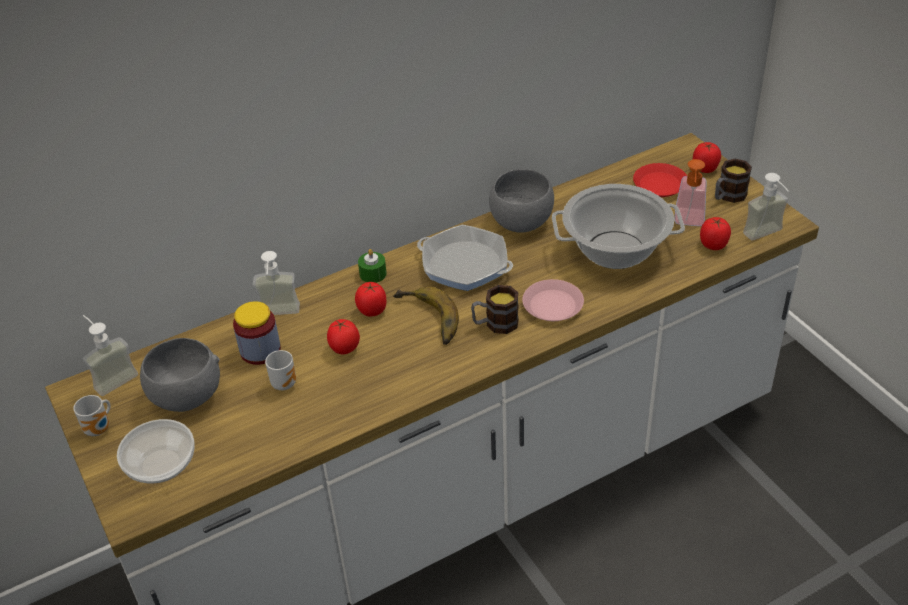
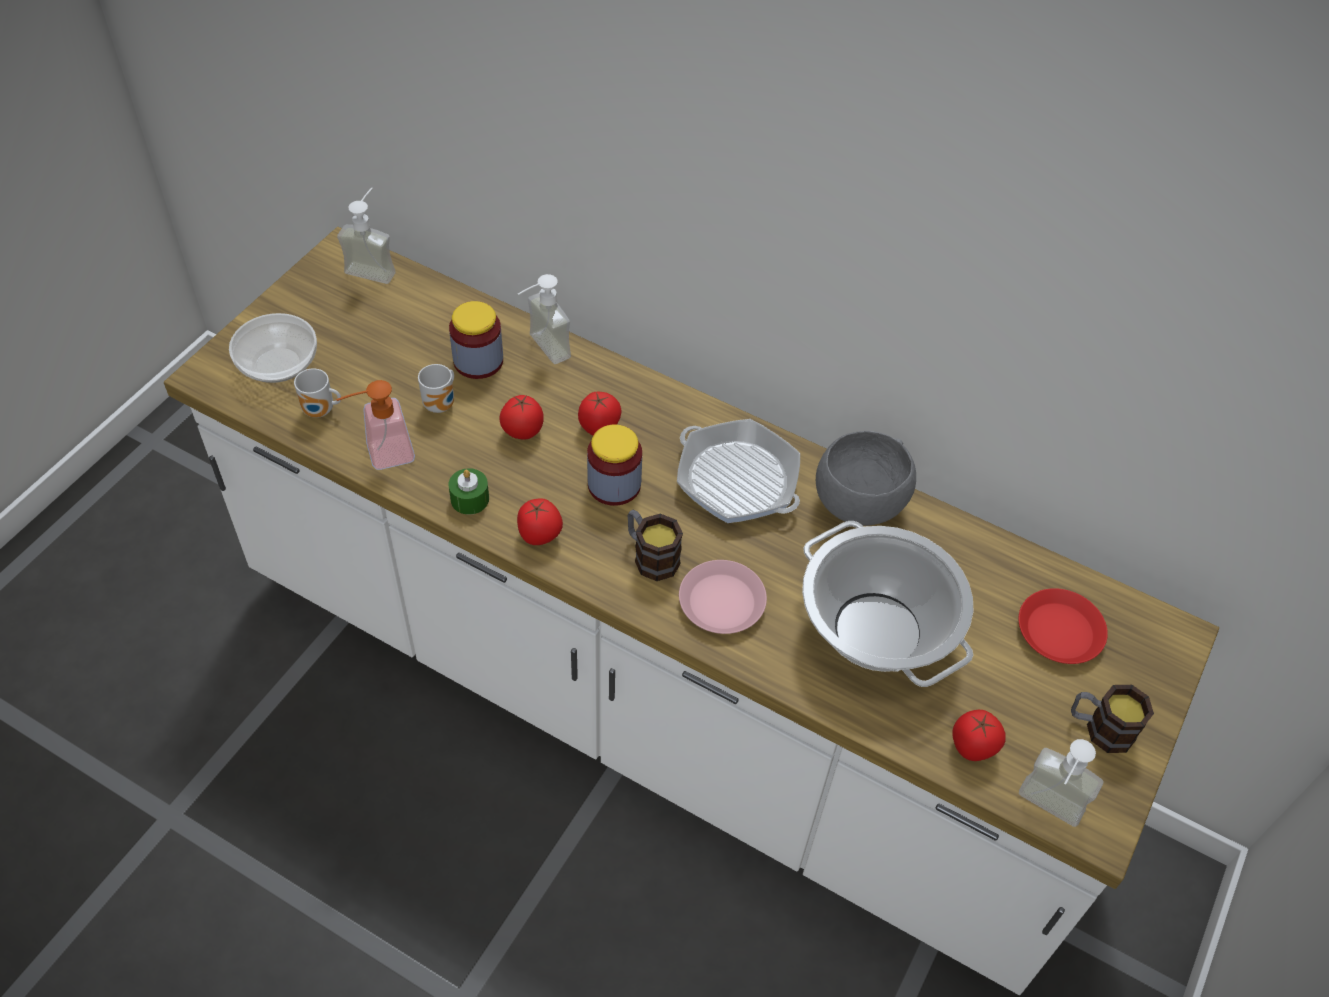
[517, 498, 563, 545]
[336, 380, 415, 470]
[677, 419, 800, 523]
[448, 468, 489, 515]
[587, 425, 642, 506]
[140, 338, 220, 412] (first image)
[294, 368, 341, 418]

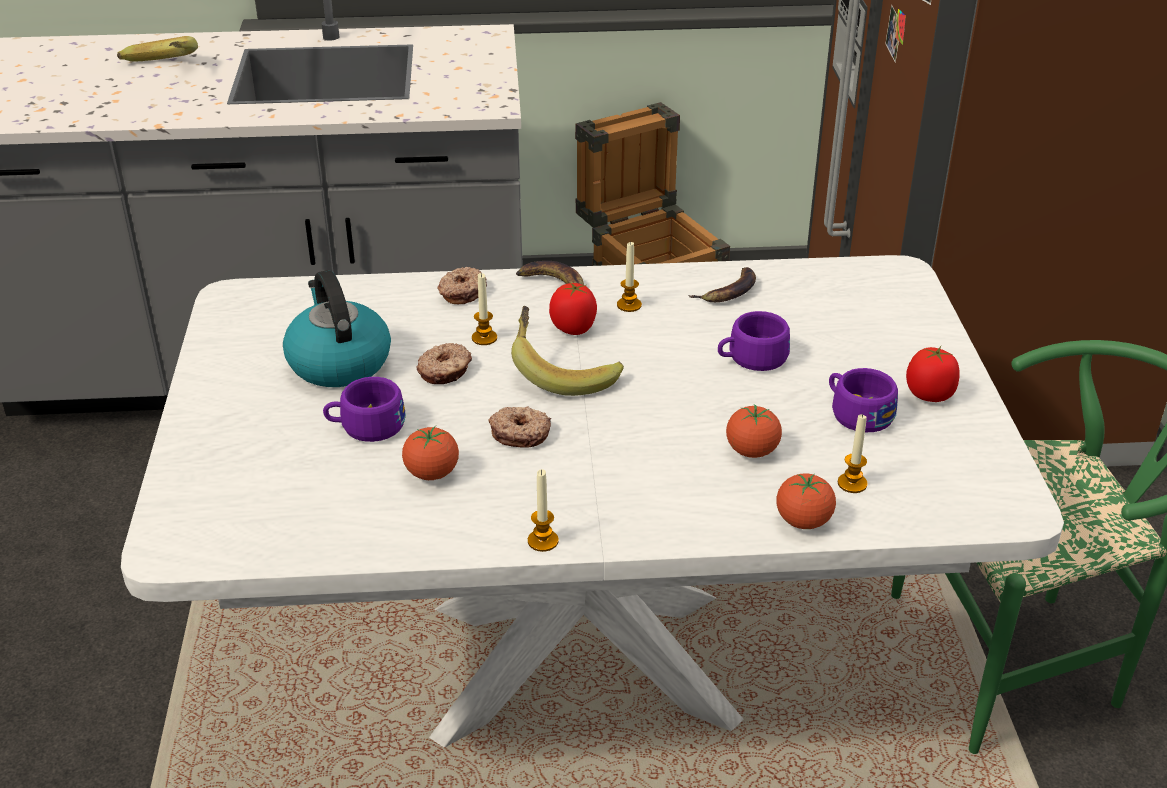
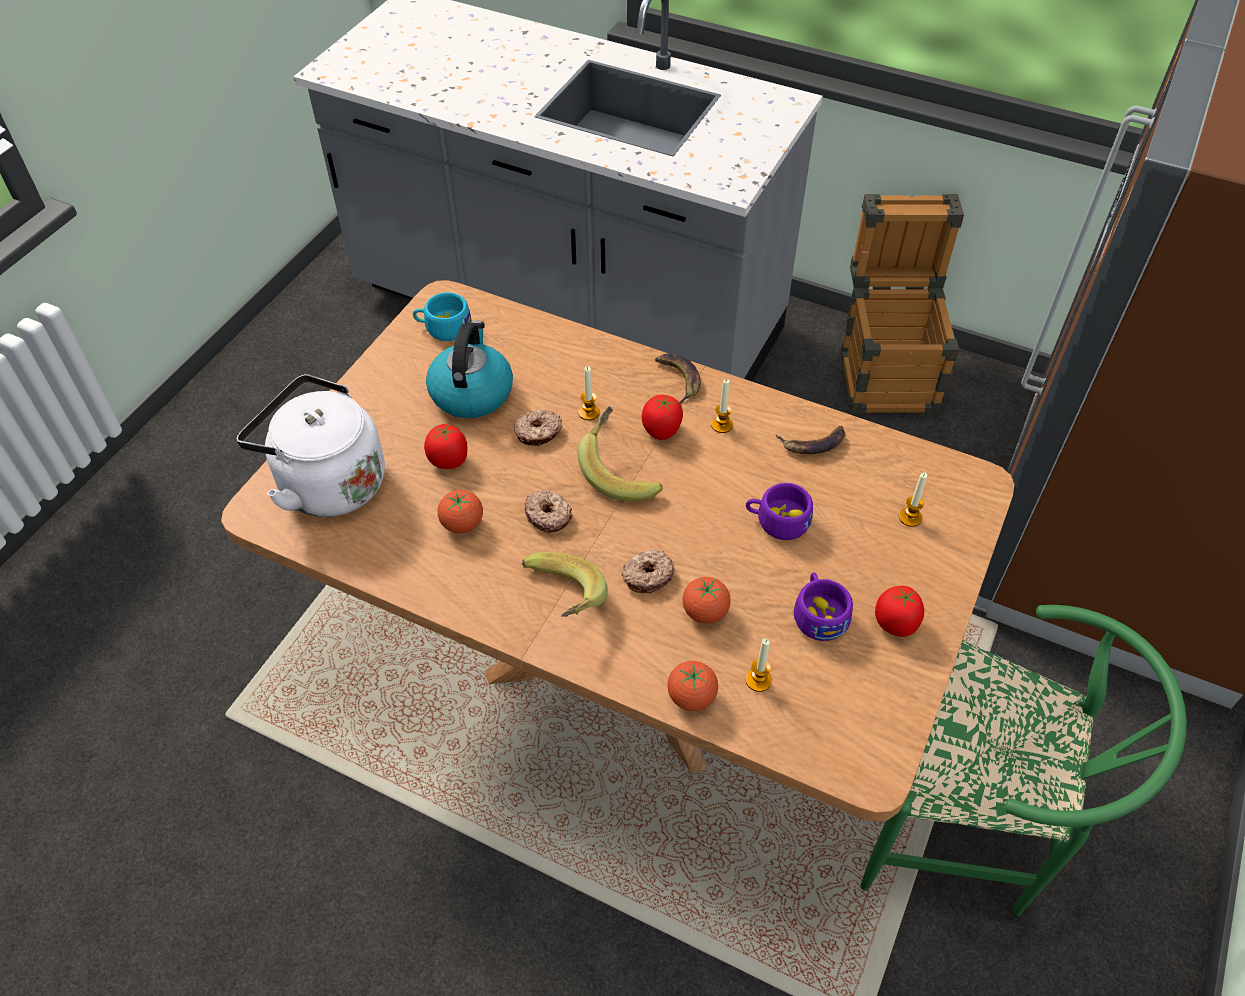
[522, 552, 608, 617]
[221, 280, 1015, 822]
[621, 549, 674, 593]
[424, 423, 467, 469]
[899, 472, 928, 527]
[413, 292, 472, 341]
[237, 374, 385, 517]

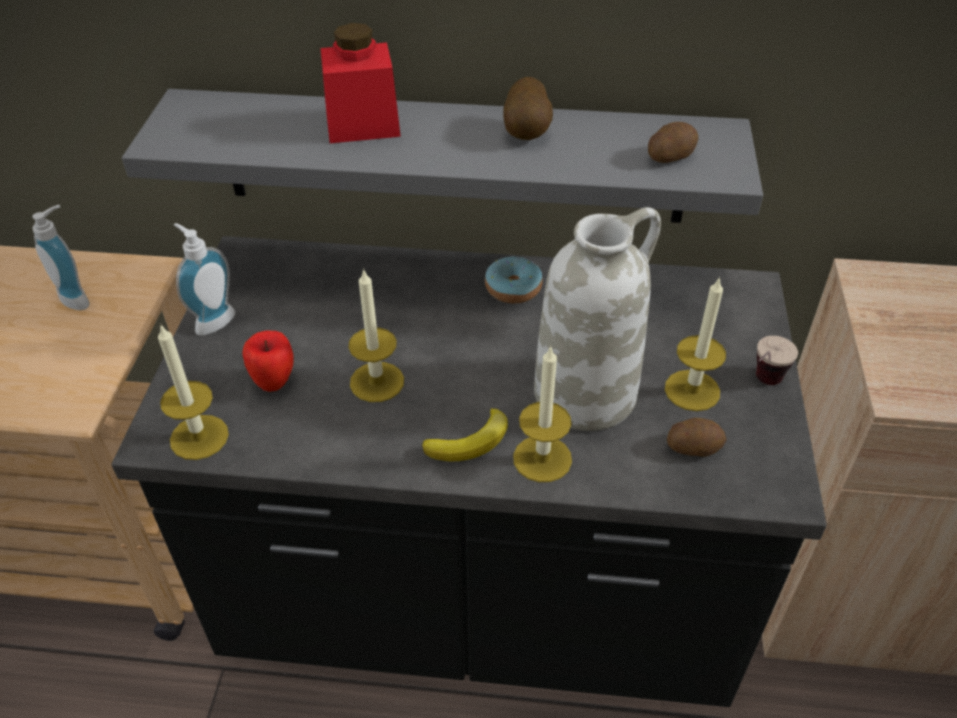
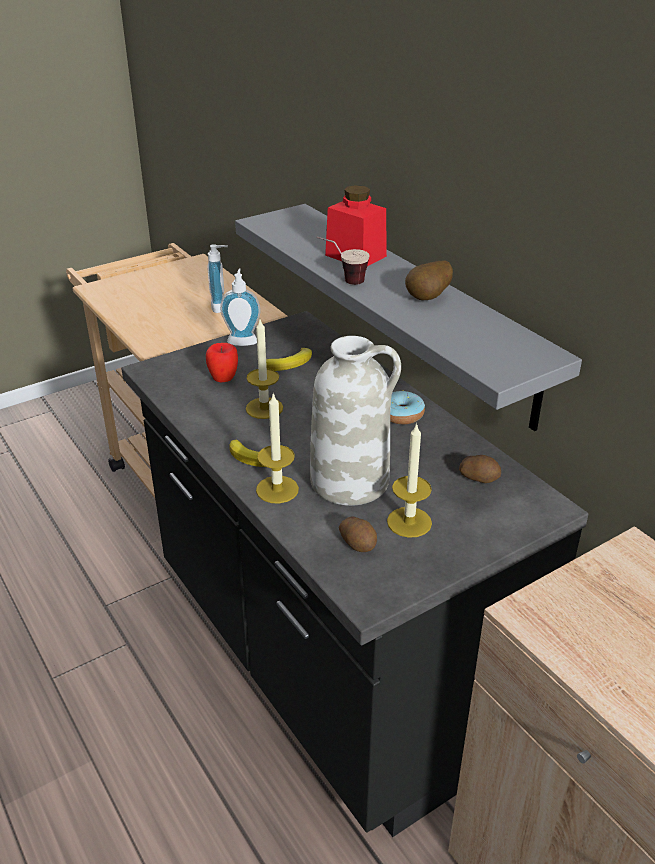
[459, 455, 501, 483]
[158, 325, 229, 460] (first image)
[317, 237, 370, 285]
[266, 348, 312, 371]

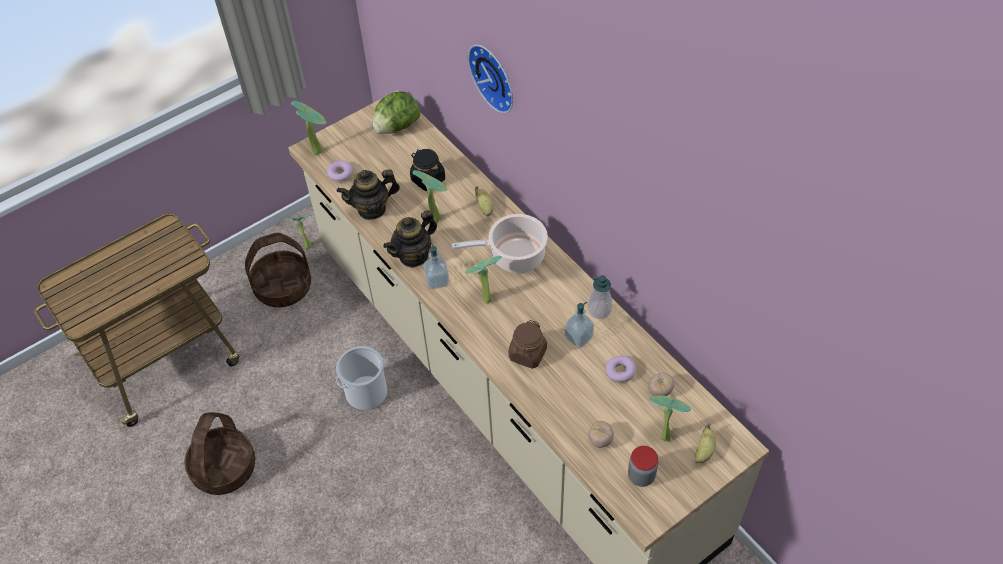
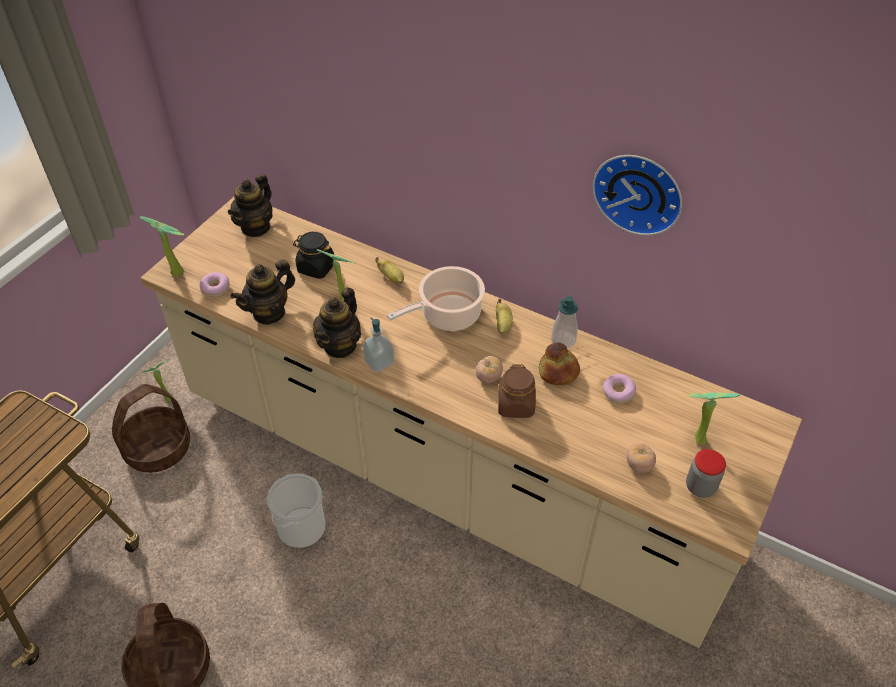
[592, 155, 682, 236]
[228, 174, 273, 237]
[465, 256, 502, 304] (first image)
[539, 342, 580, 385]
[476, 356, 503, 383]
[496, 299, 513, 335]

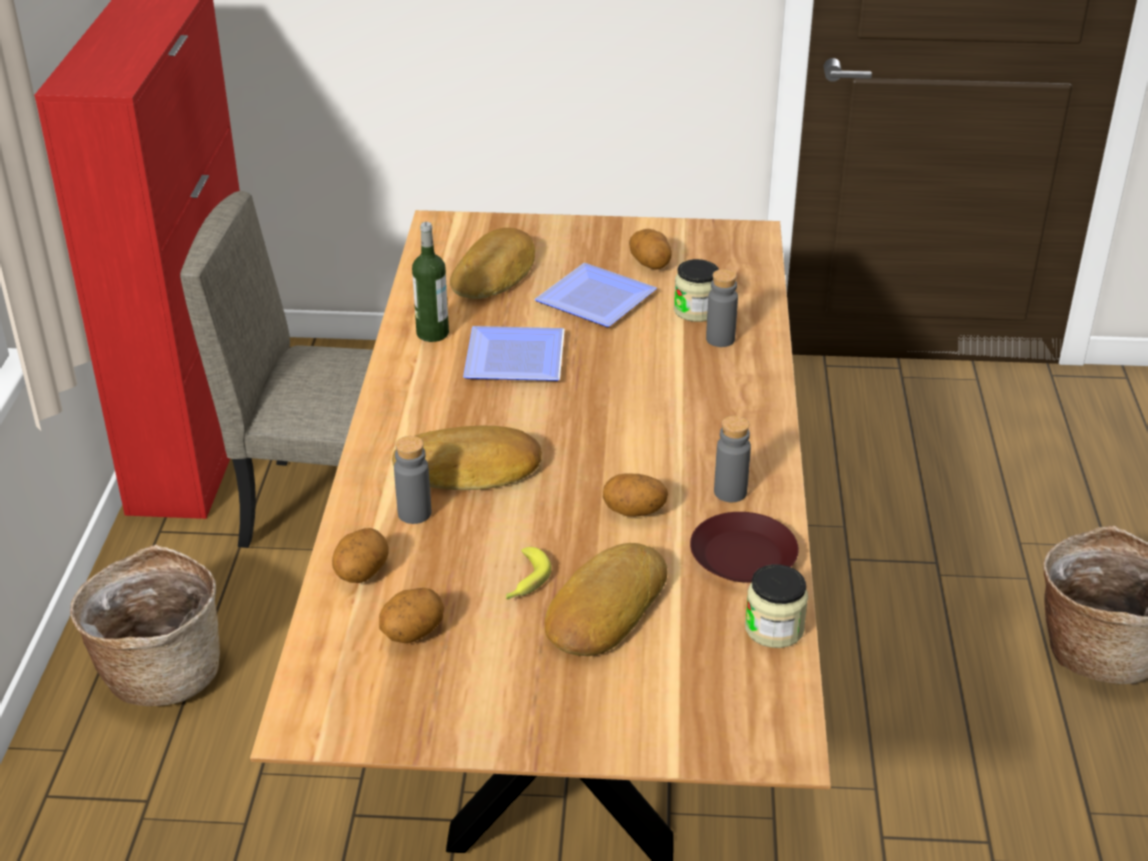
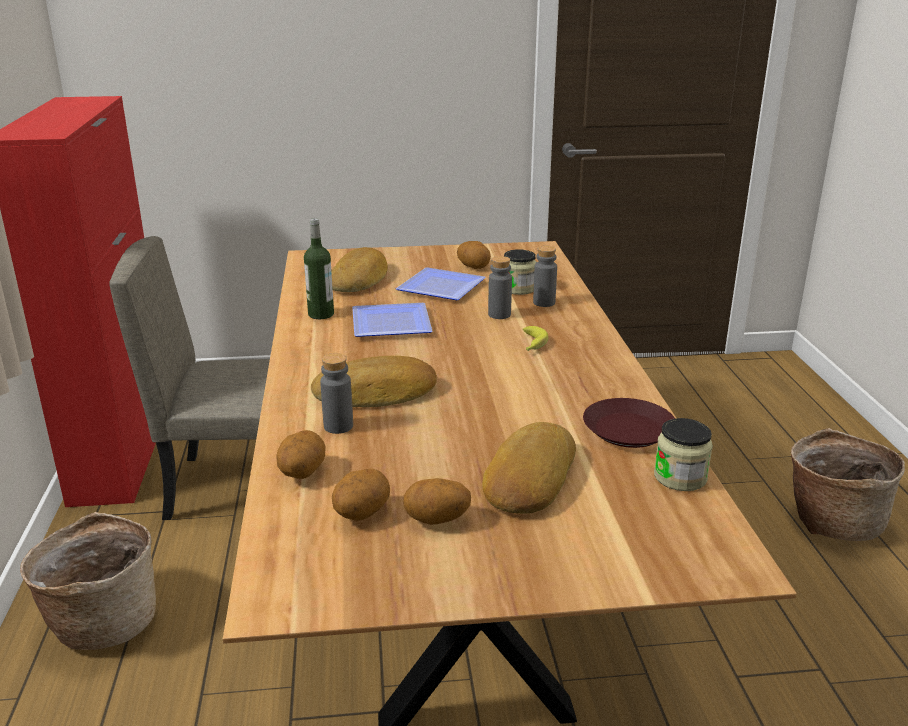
[488, 256, 512, 319]
[403, 478, 471, 525]
[523, 326, 548, 351]

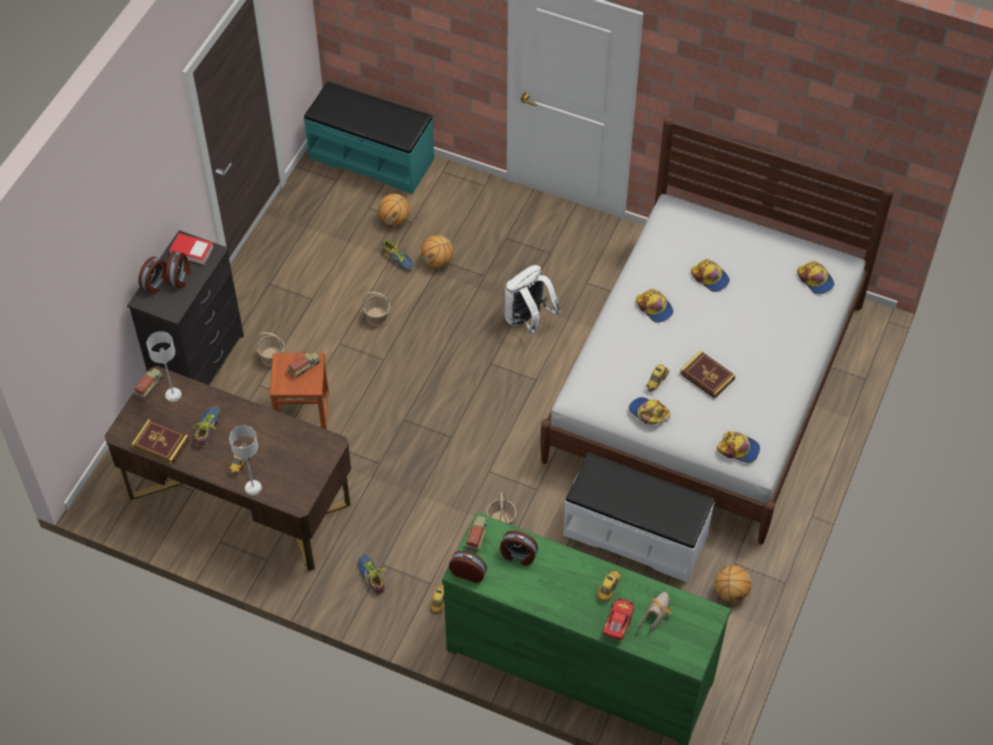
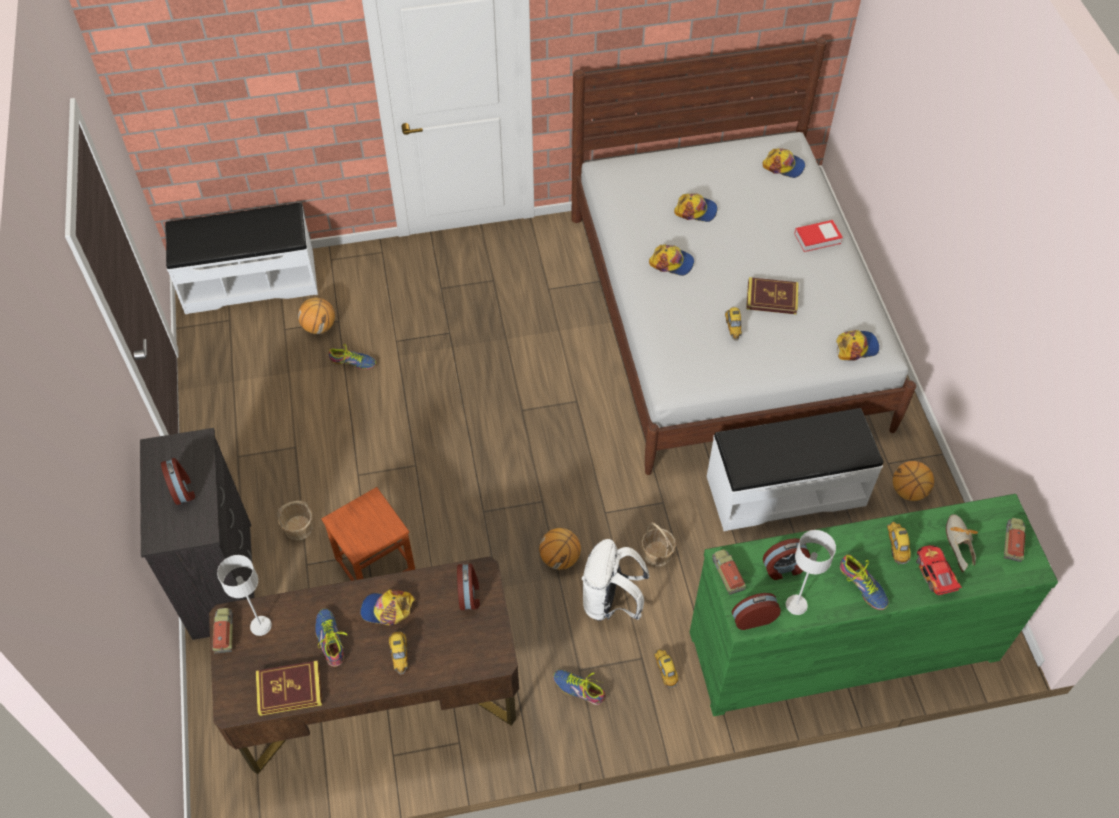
[165, 203, 318, 314]
[794, 220, 843, 252]
[539, 528, 581, 570]
[457, 564, 480, 610]
[582, 539, 649, 621]
[363, 292, 390, 326] (first image)
[1004, 518, 1026, 562]
[360, 589, 415, 625]
[786, 530, 836, 615]
[840, 555, 889, 610]

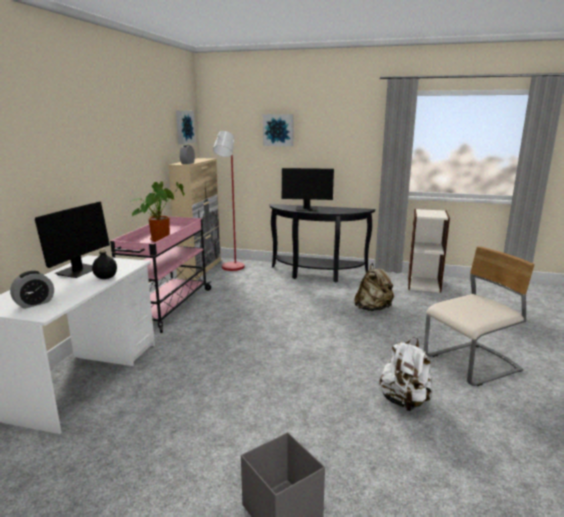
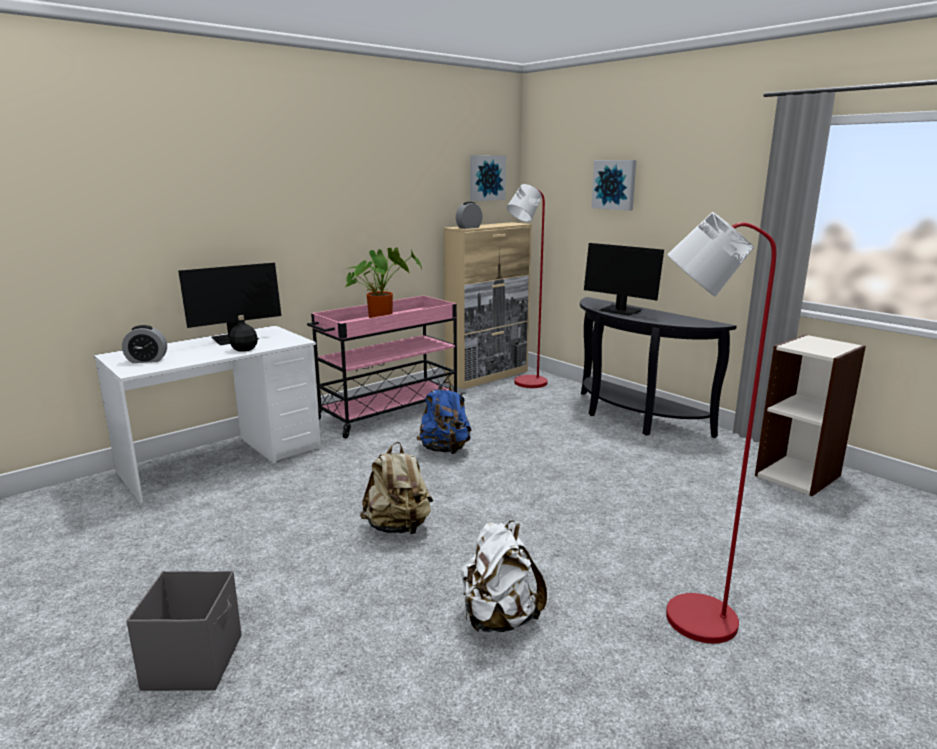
[666, 212, 777, 644]
[360, 442, 433, 535]
[417, 382, 472, 454]

